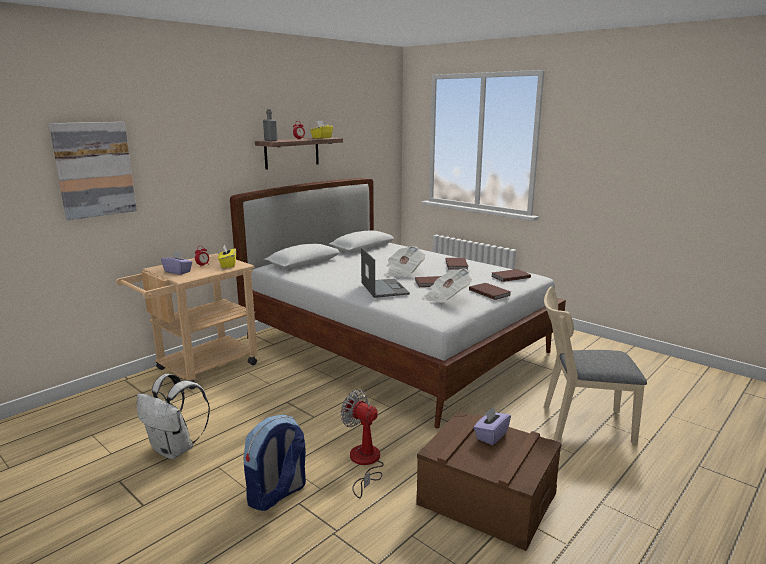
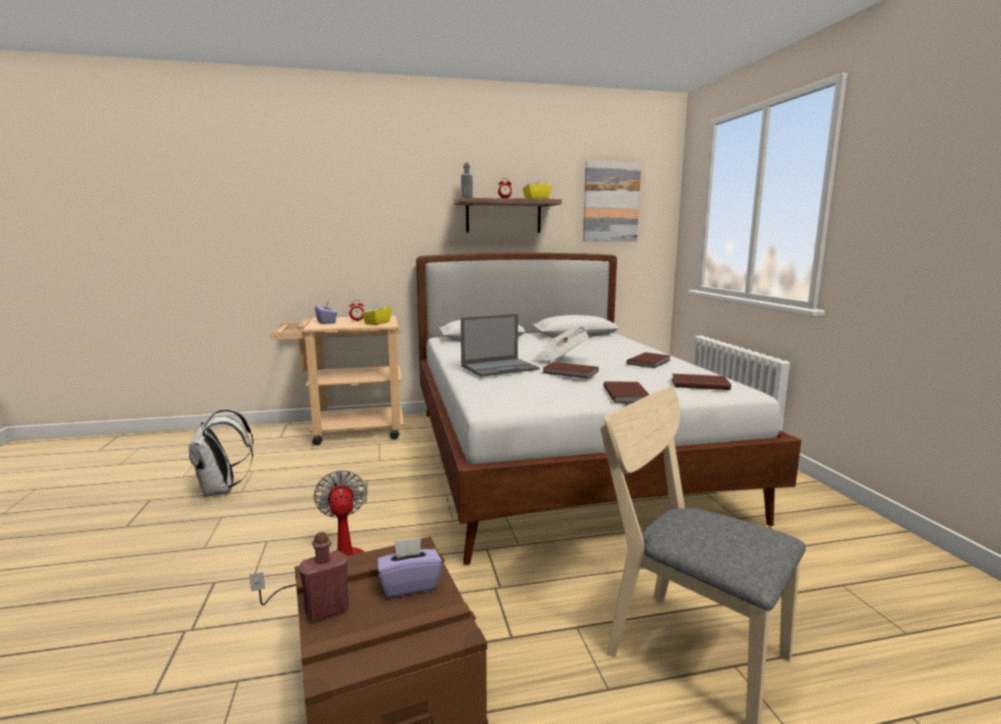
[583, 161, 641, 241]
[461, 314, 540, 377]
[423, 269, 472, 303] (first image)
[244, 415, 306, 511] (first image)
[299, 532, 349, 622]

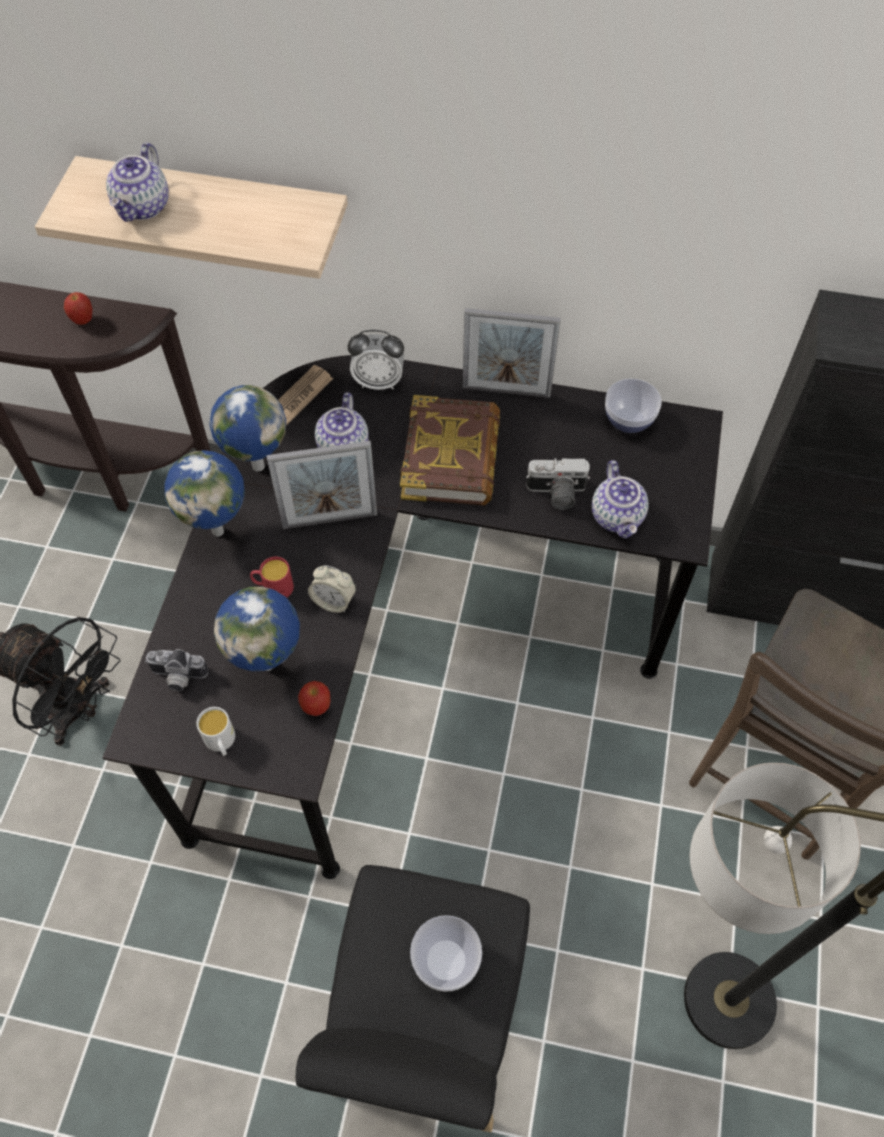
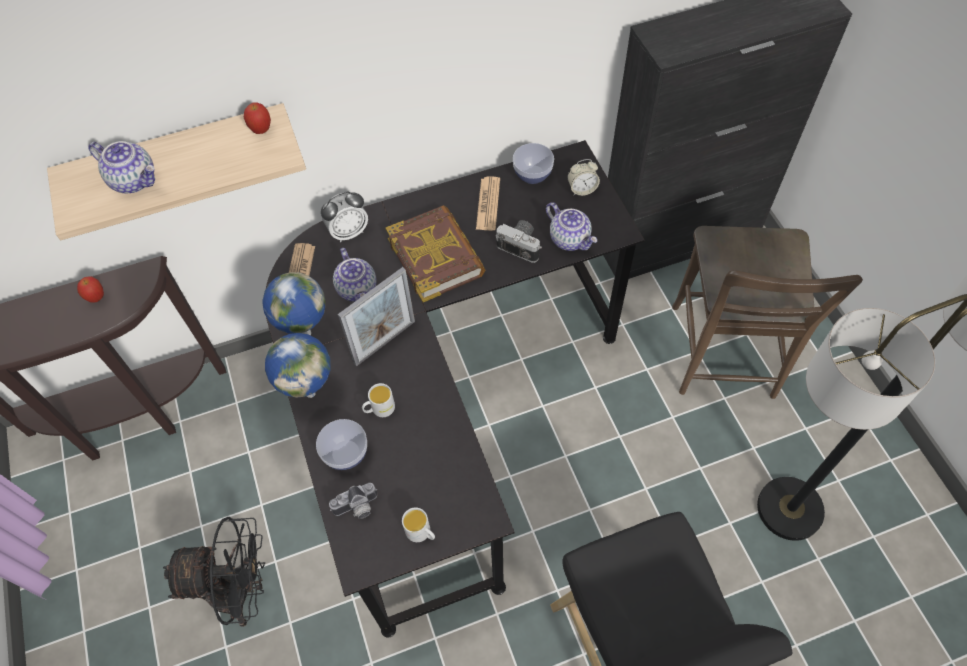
[88, 141, 155, 193]
[463, 308, 561, 398] (first image)
[496, 220, 542, 263]
[362, 383, 395, 417]
[568, 159, 600, 196]
[214, 587, 300, 671] (first image)
[244, 102, 271, 134]
[316, 419, 367, 470]
[476, 176, 500, 230]

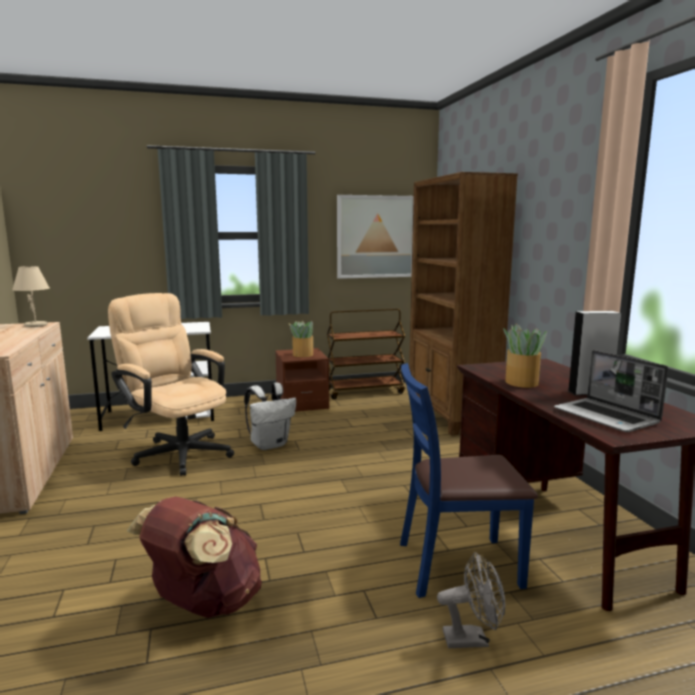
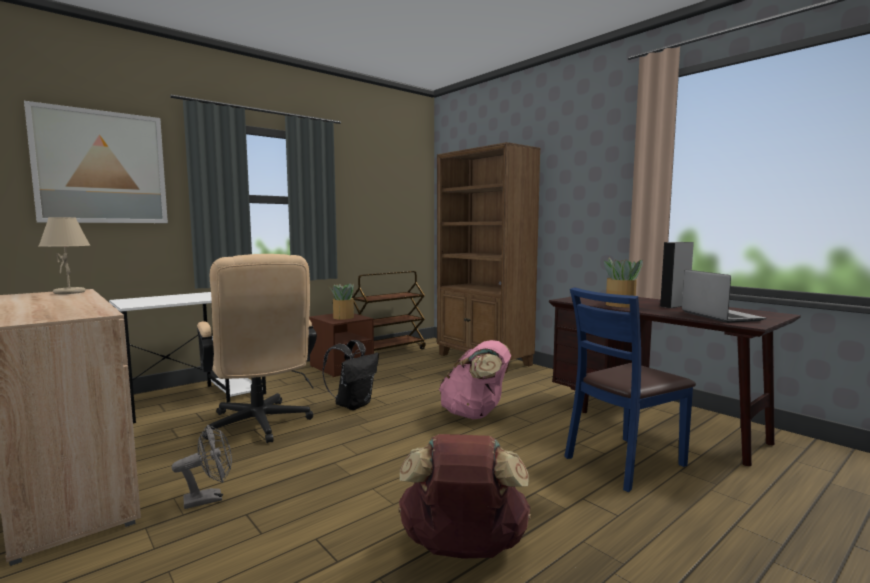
[24, 101, 168, 223]
[197, 254, 317, 443]
[682, 270, 766, 323]
[322, 340, 379, 410]
[172, 425, 232, 509]
[439, 340, 511, 420]

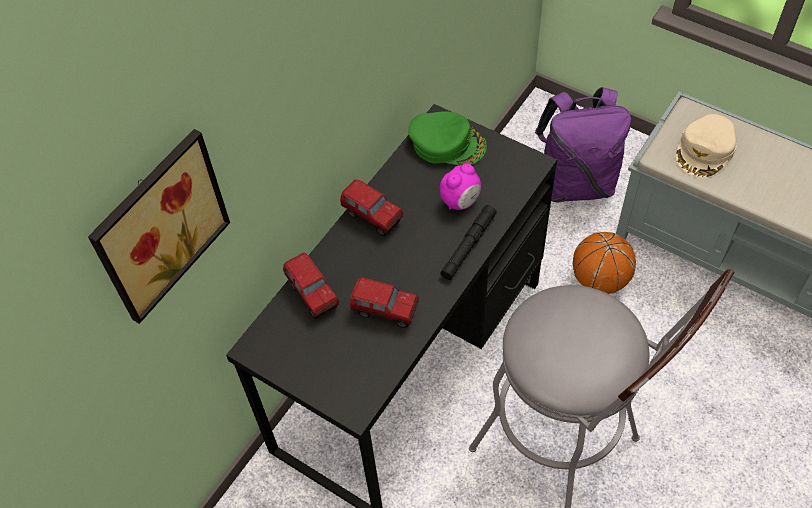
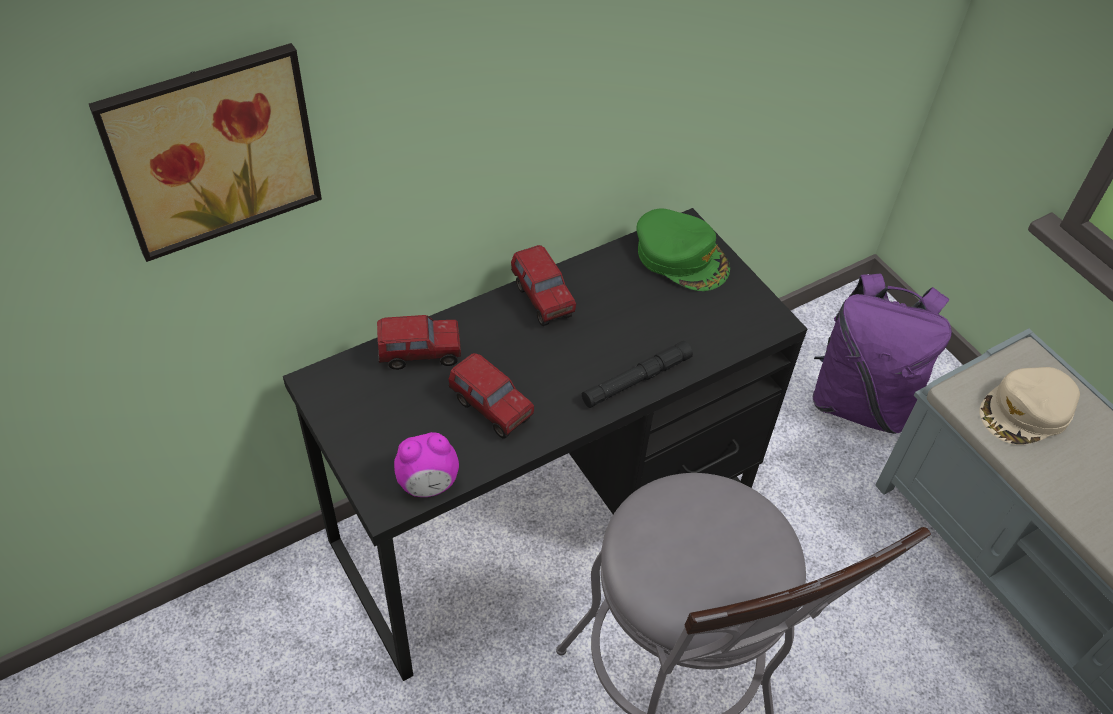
[394, 432, 459, 497]
[573, 232, 636, 294] (first image)
[377, 315, 461, 370]

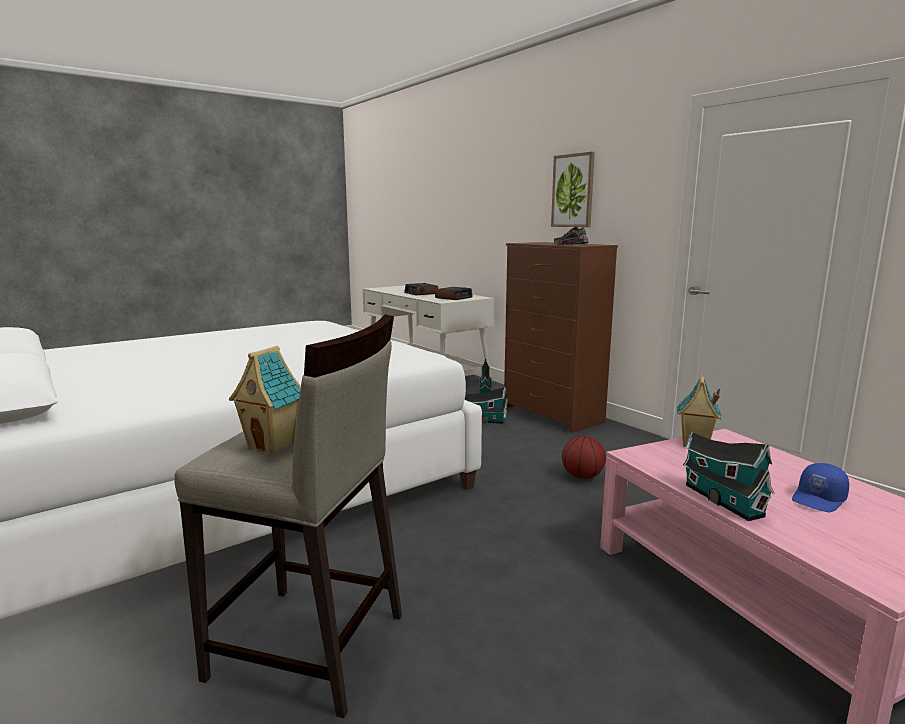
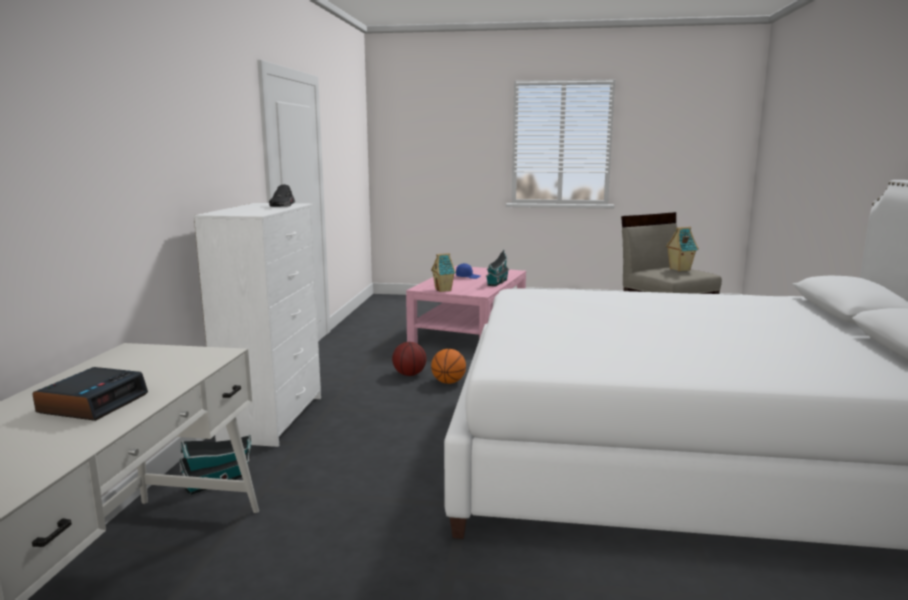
[551, 152, 595, 227] (first image)
[193, 203, 321, 447]
[435, 287, 473, 300] (first image)
[465, 387, 508, 424] (first image)
[431, 349, 466, 384]

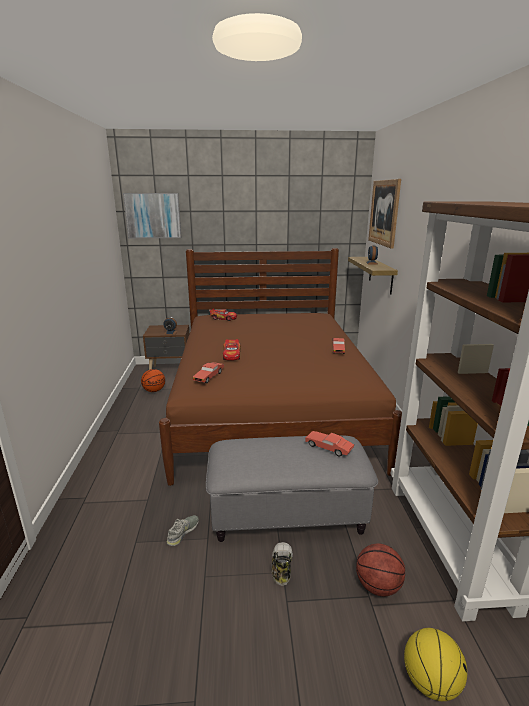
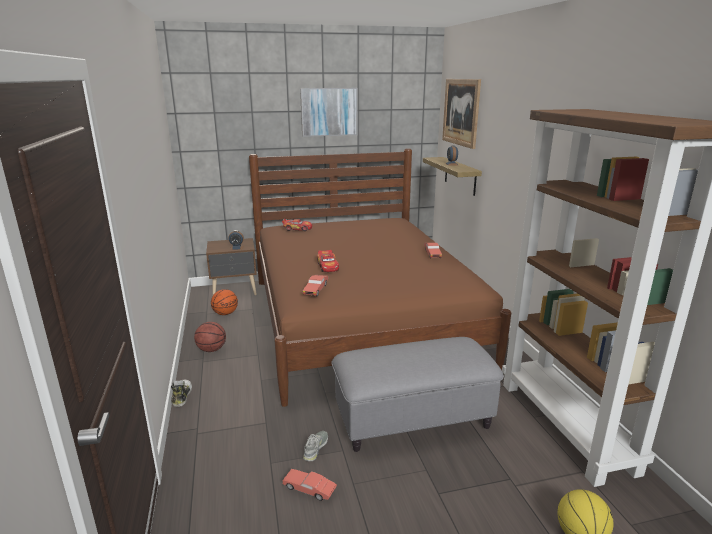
[300, 88, 357, 137]
[282, 469, 337, 501]
[171, 379, 192, 407]
[194, 322, 226, 352]

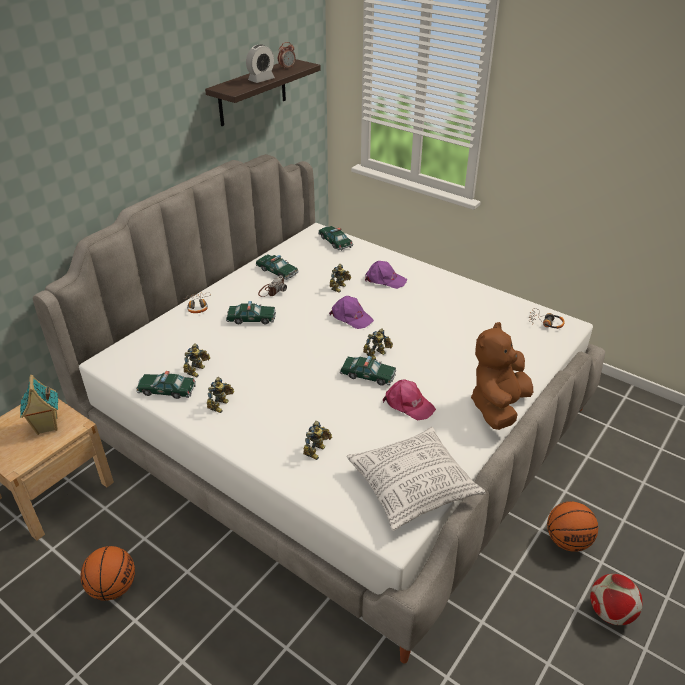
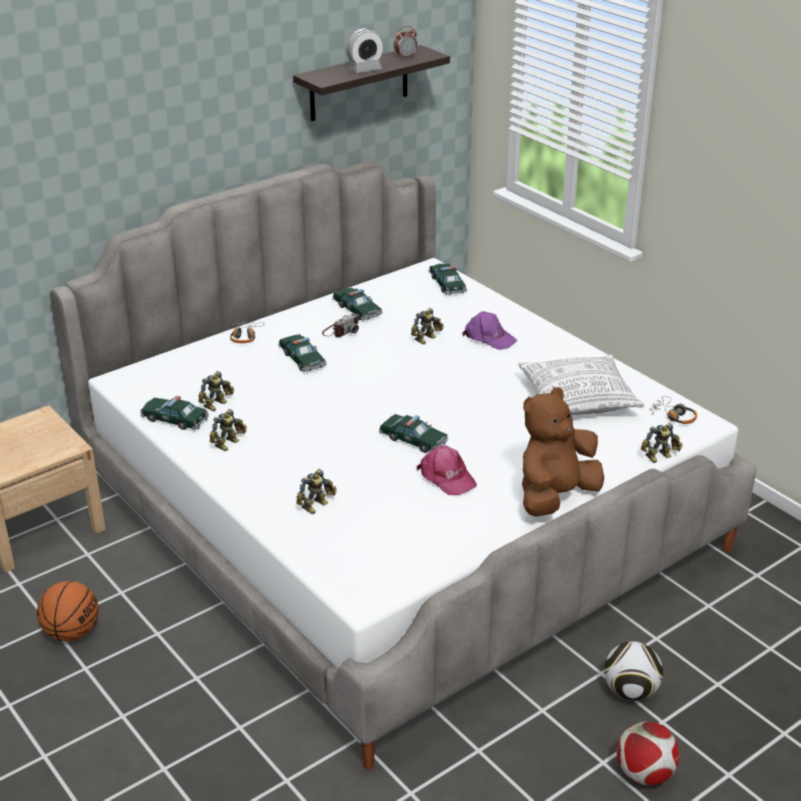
[329, 296, 374, 329] (first image)
[278, 334, 327, 372]
[641, 423, 682, 463]
[20, 374, 58, 435] (first image)
[518, 355, 644, 415]
[604, 641, 663, 701]

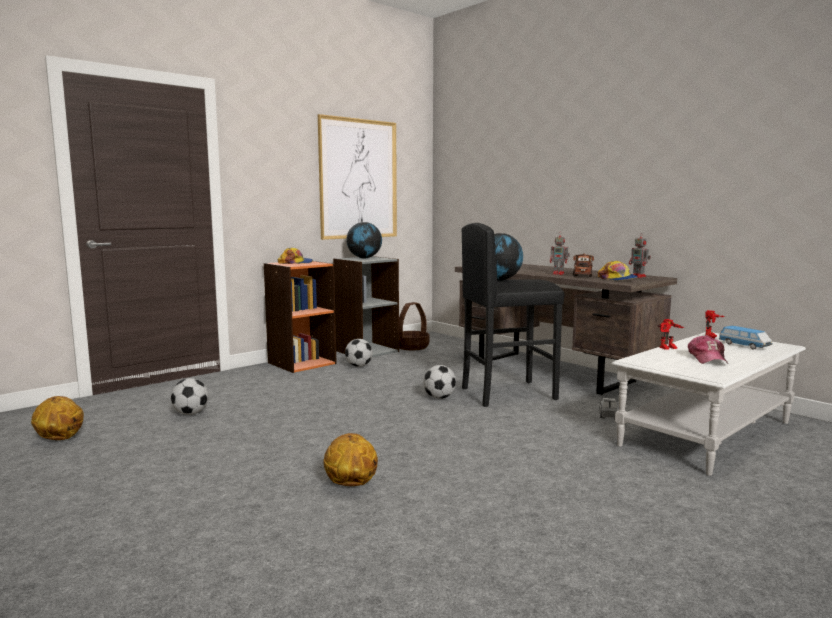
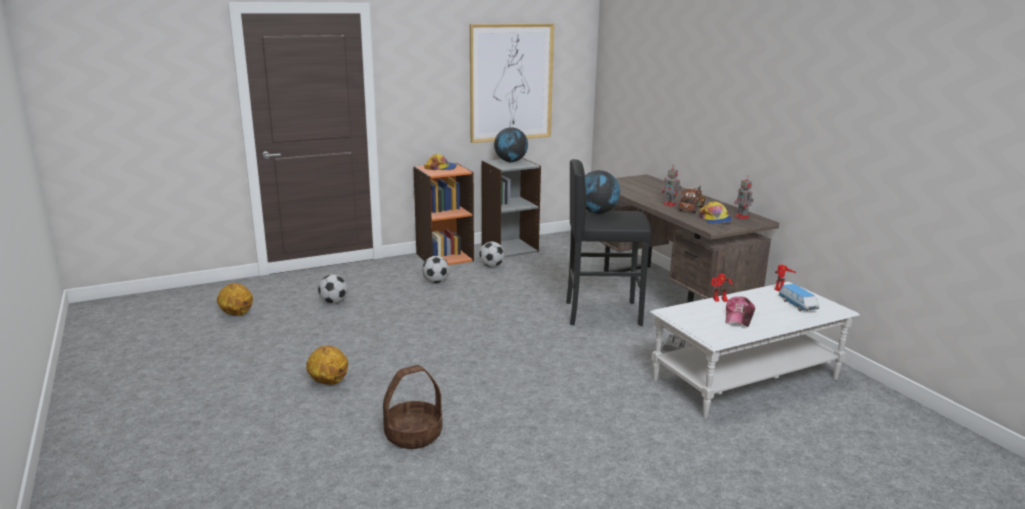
[383, 365, 442, 449]
[422, 256, 449, 283]
[306, 345, 348, 385]

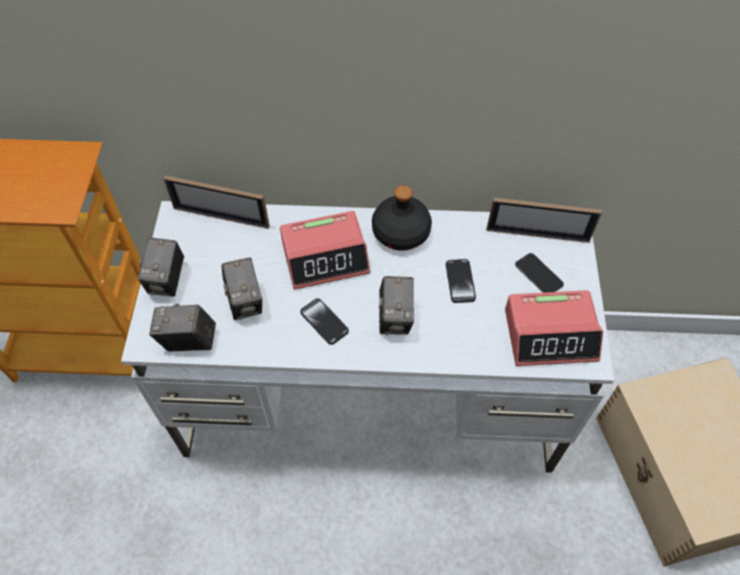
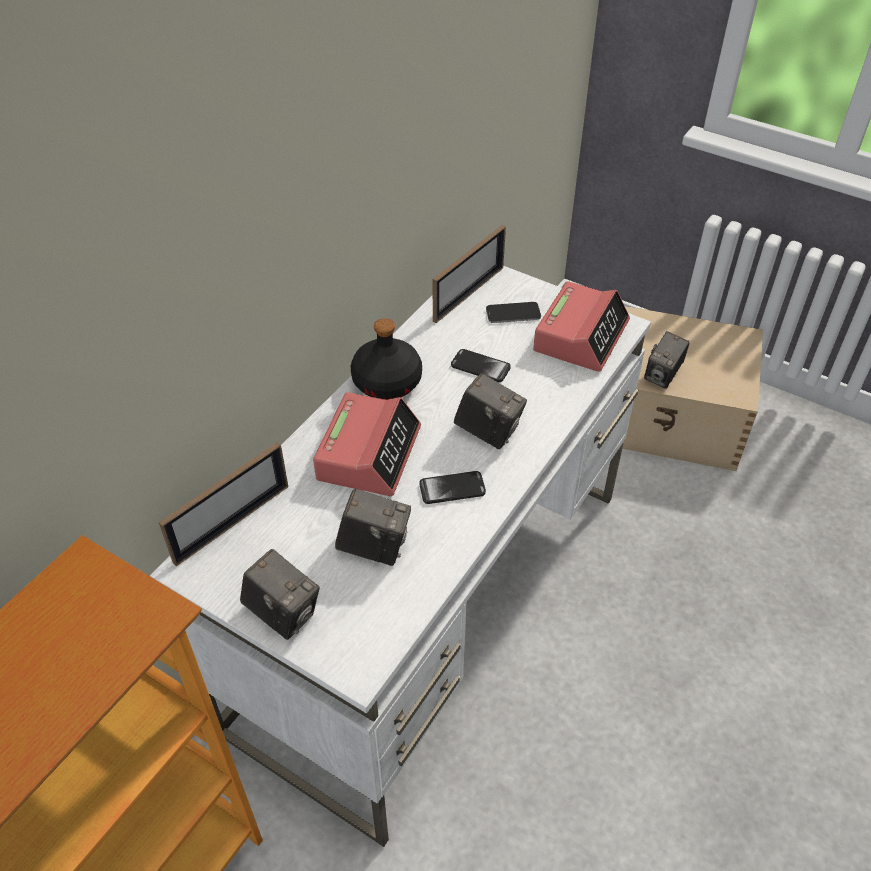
[644, 331, 690, 389]

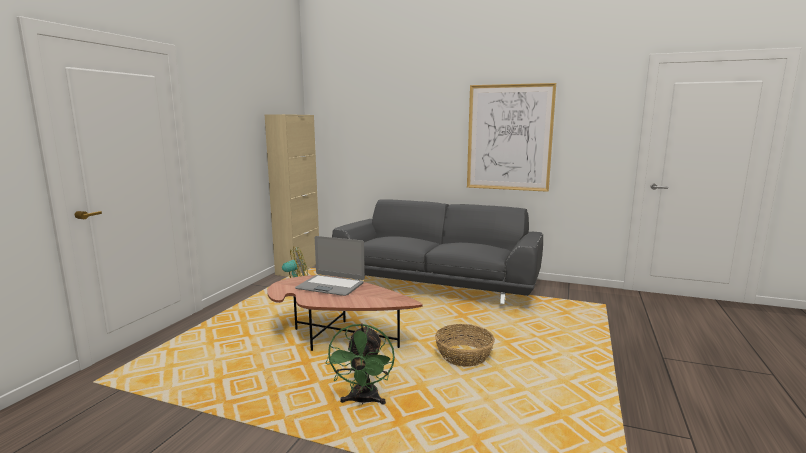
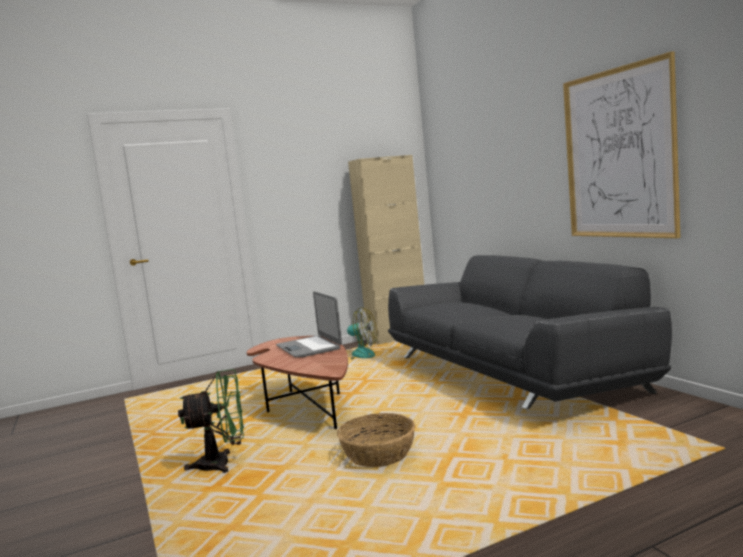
[178, 369, 244, 473]

